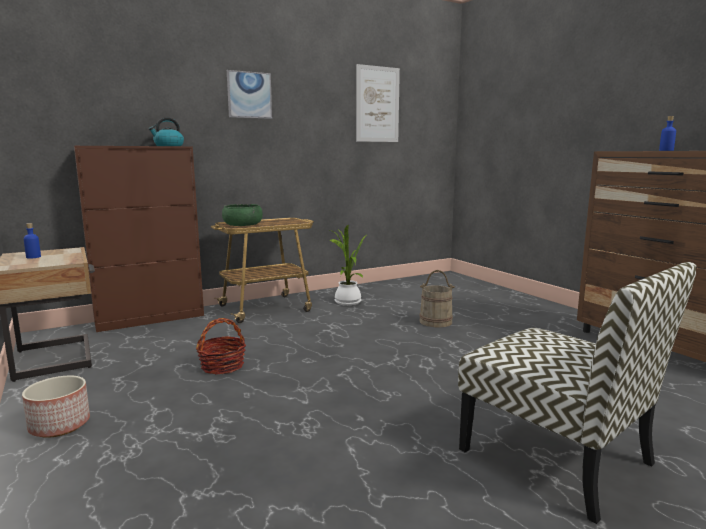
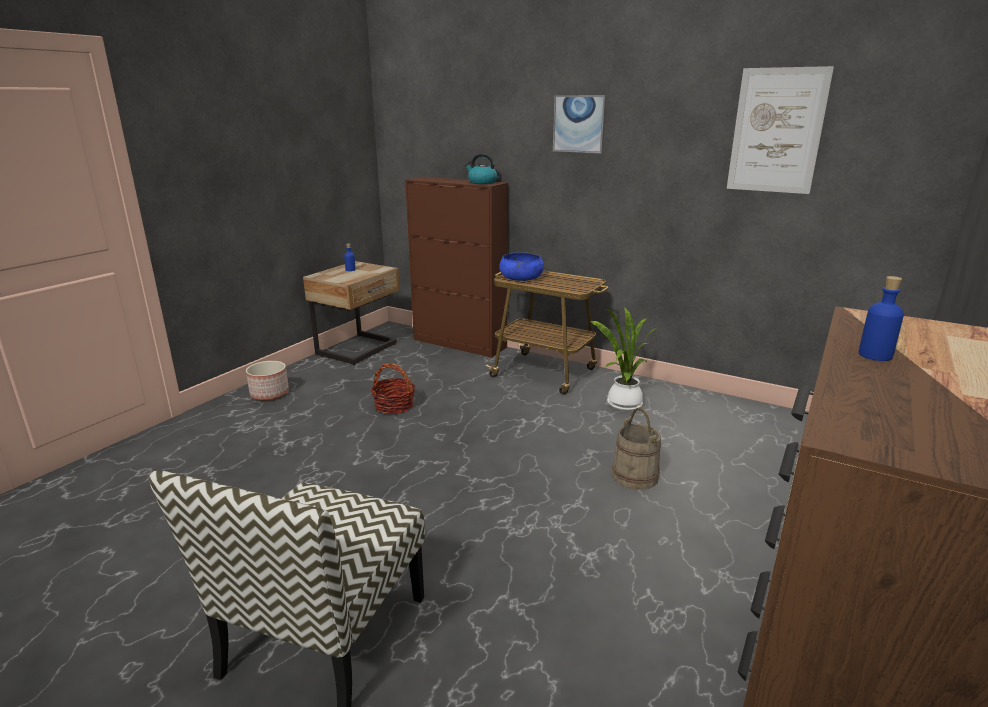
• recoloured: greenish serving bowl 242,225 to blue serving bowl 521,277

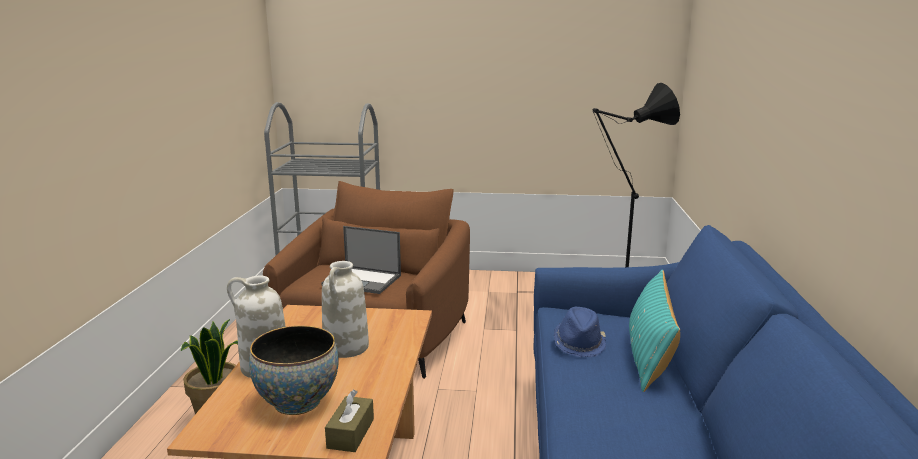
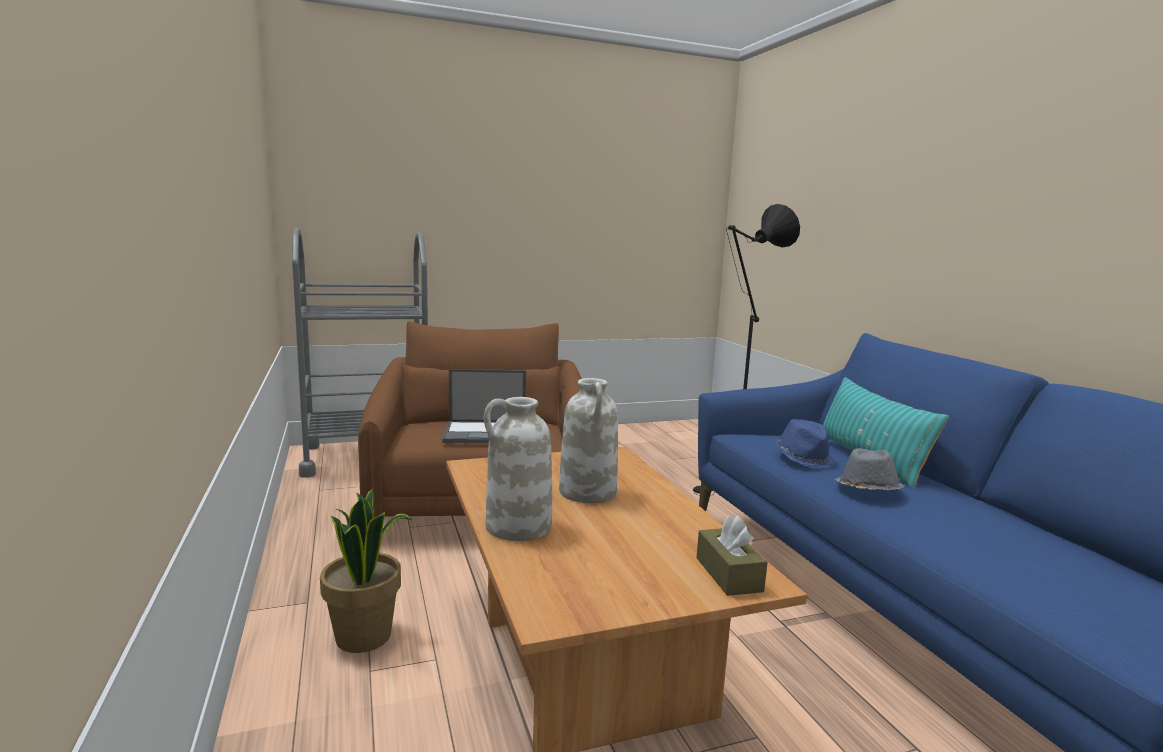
• removed: serving bowl 297,402
• added: grey clothing hat 867,490

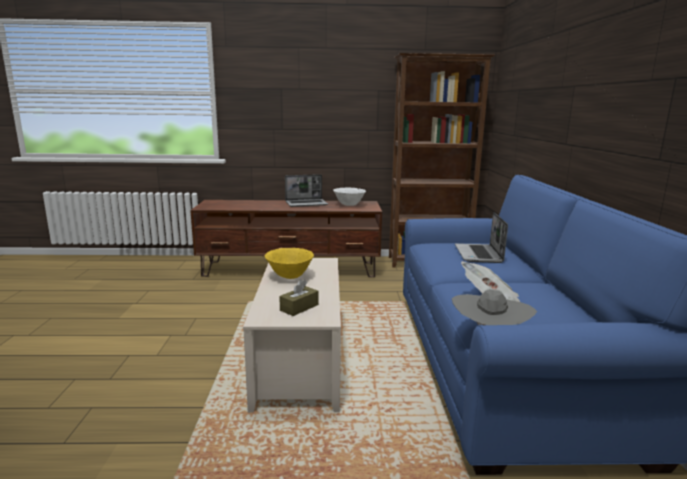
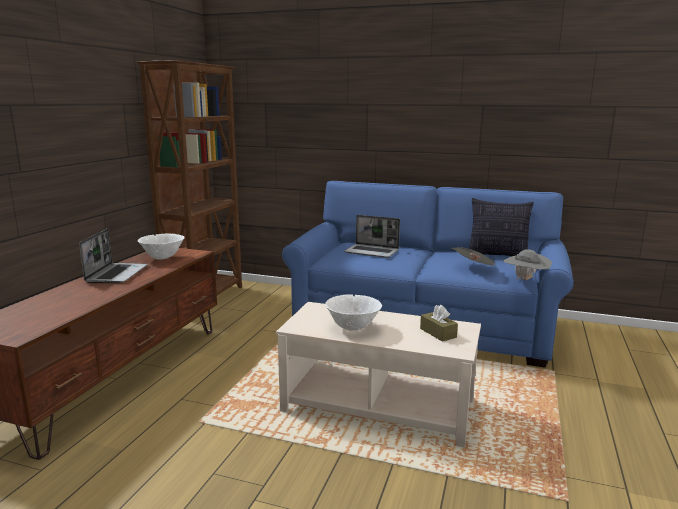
• recoloured: yellow-coloured serving bowl 289,277 to whitish serving bowl 352,328
• added: cushion 497,256

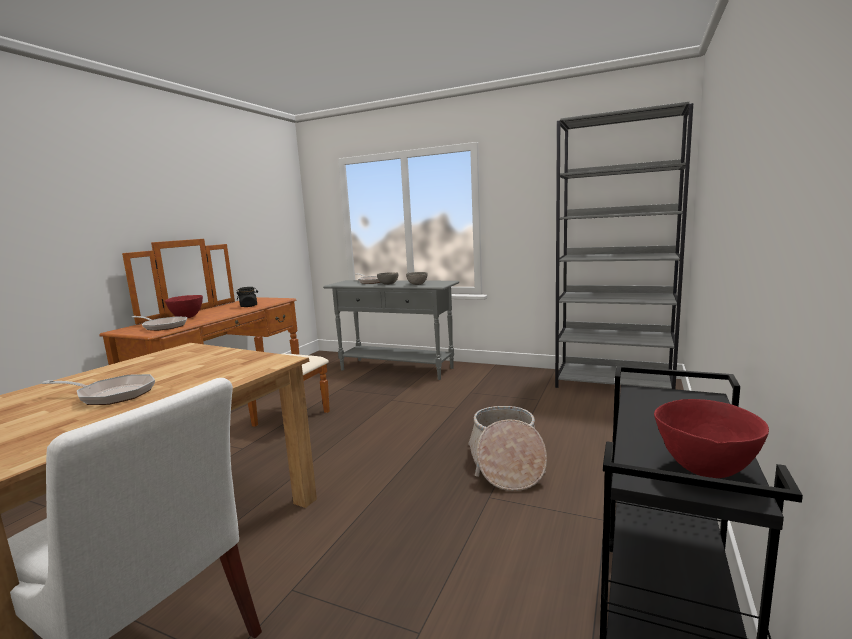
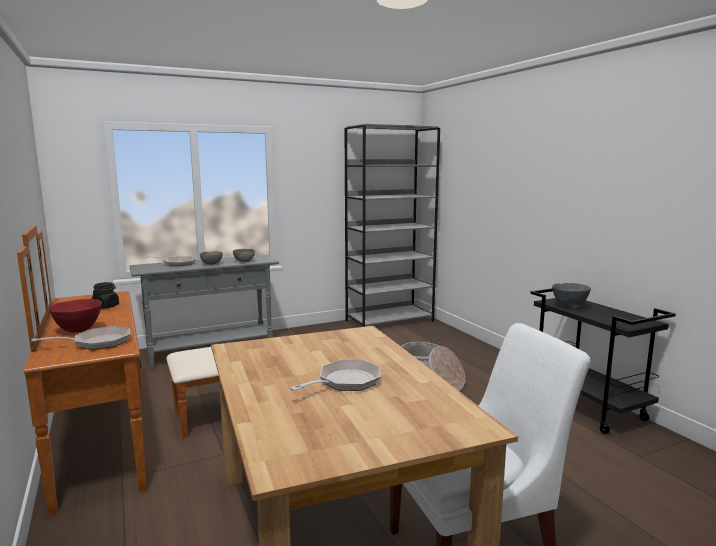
• removed: red-coloured serving bowl 706,470
• added: grey serving bowl 569,307

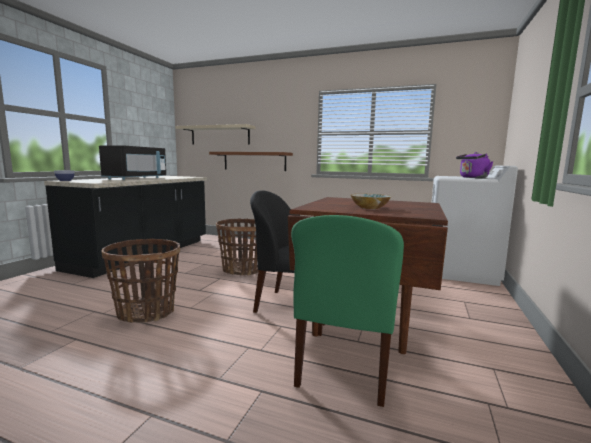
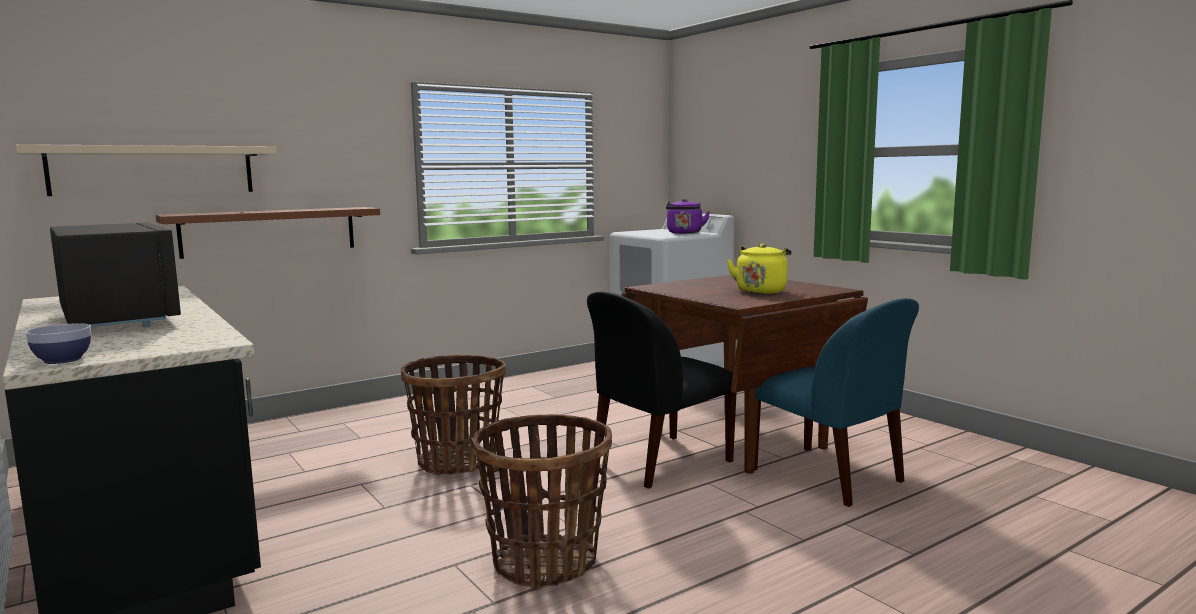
• replaced: serving bowl 370,208 to yellow-coloured water kettle 761,291
• recoloured: greenish plain chair 344,366 to blue plain chair 828,477

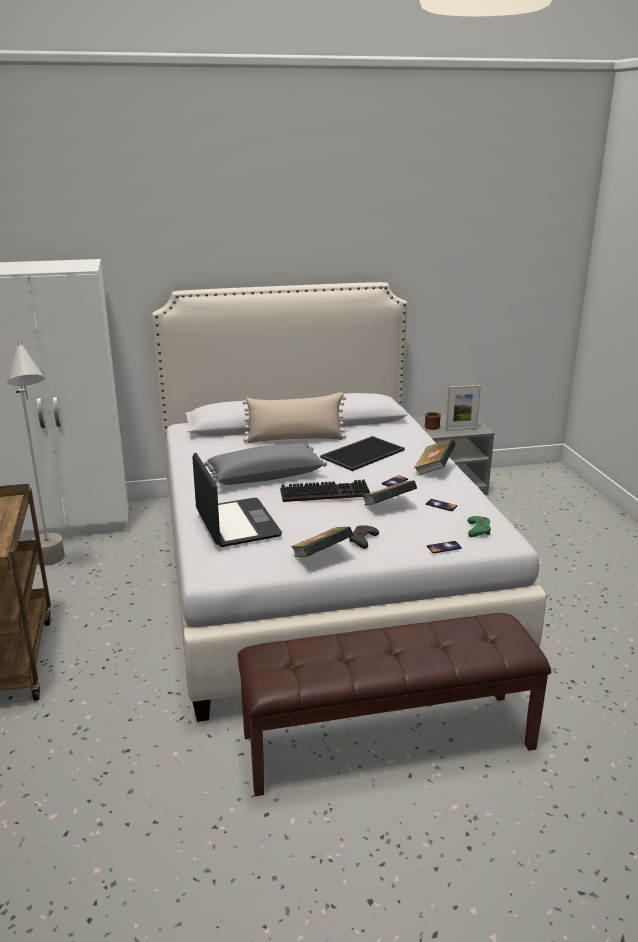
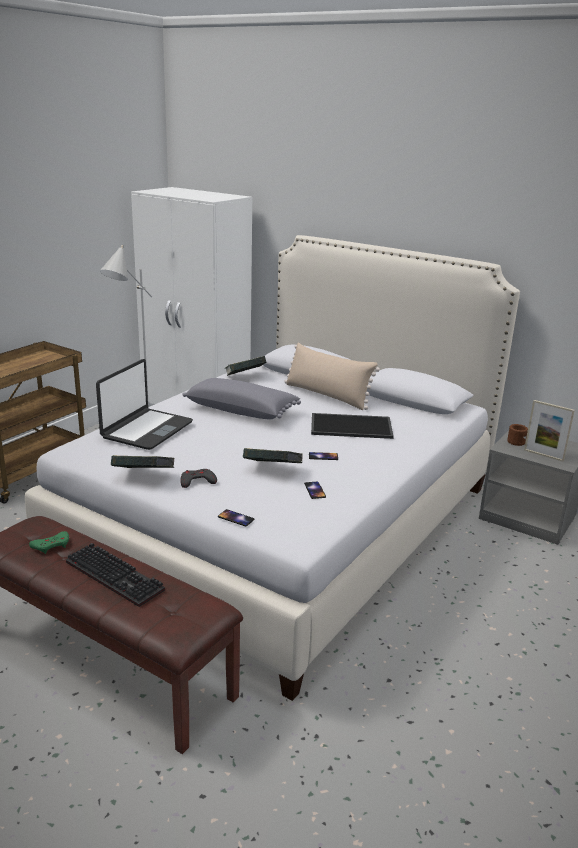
• moved: book 434,470 to 245,377
• moved: keyboard 326,492 to 117,576
• moved: greenish game controller 478,529 to 51,545

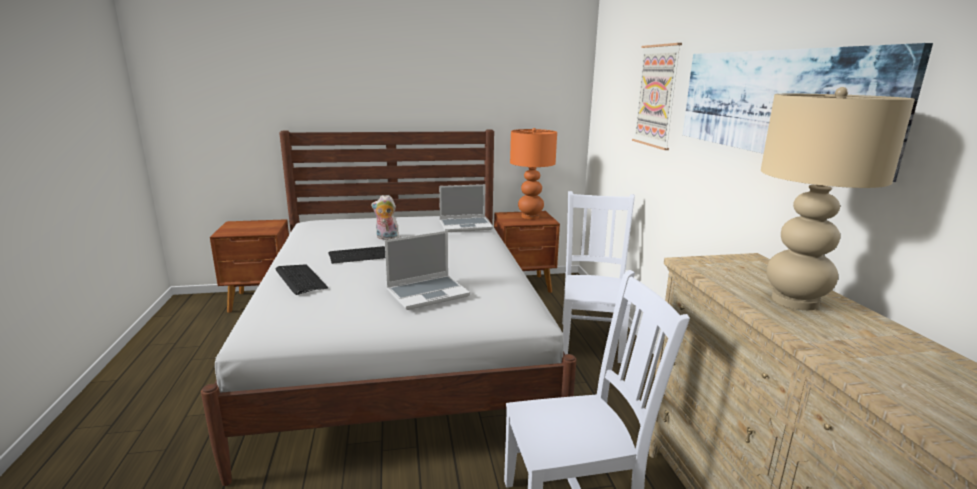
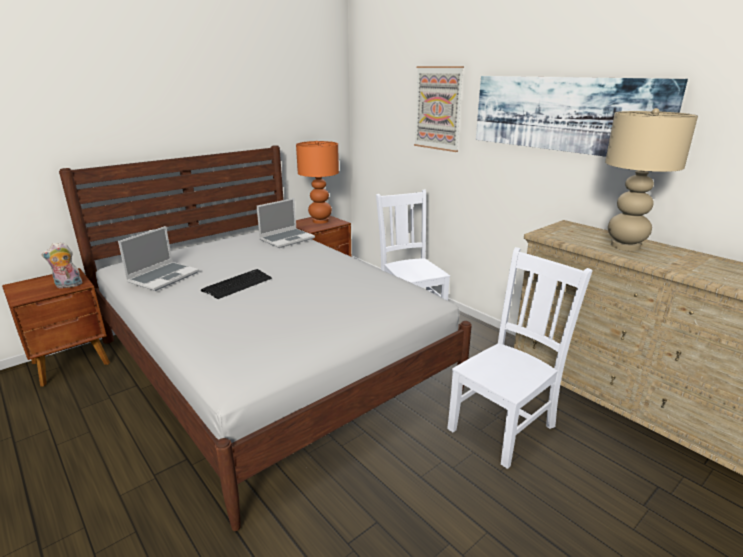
• moved: cuddly toy 386,238 to 68,286
• moved: portable computer 428,293 to 163,277
• removed: keyboard 300,279

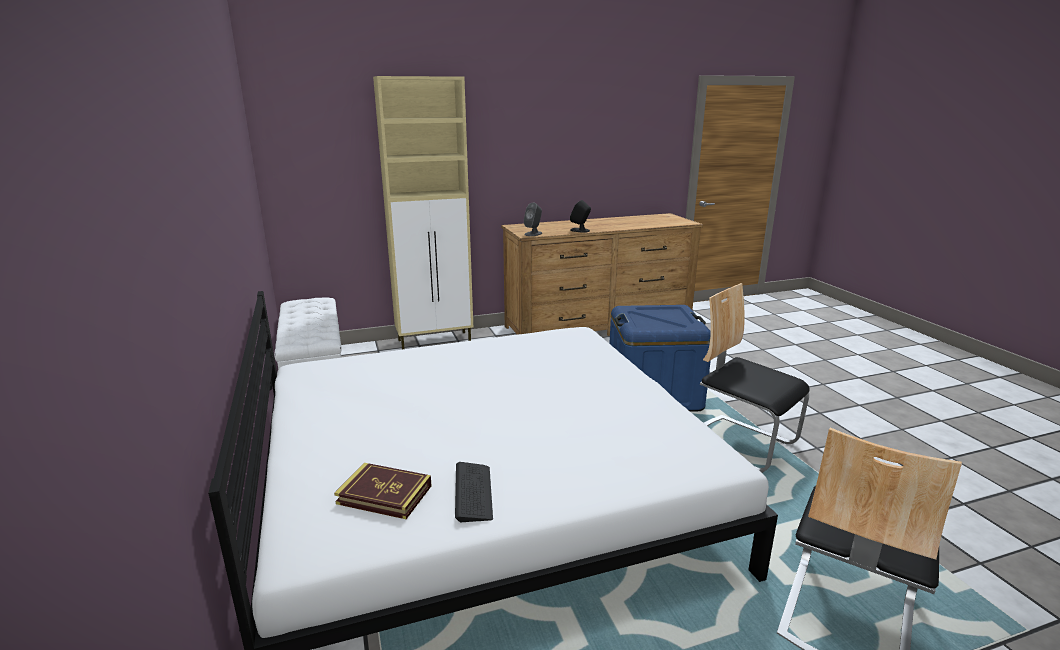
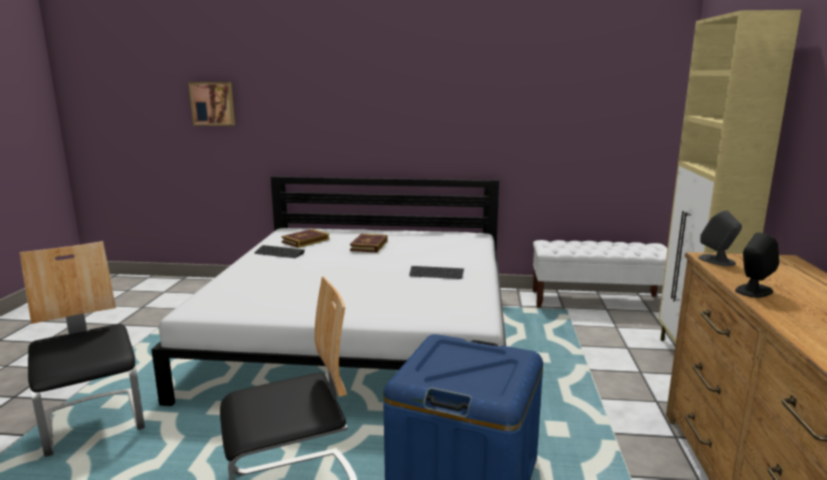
• added: wall picture 213,103
• added: book 369,245
• added: keyboard 436,274

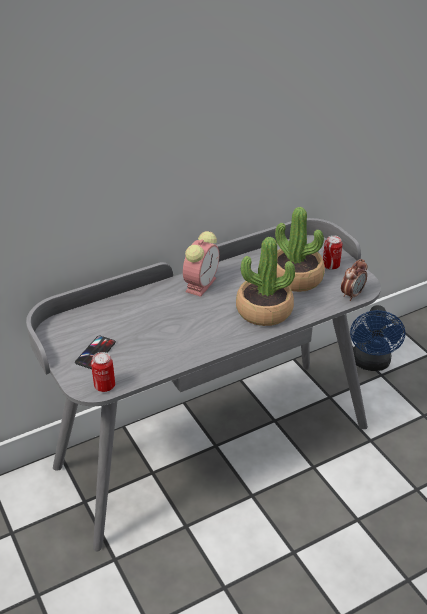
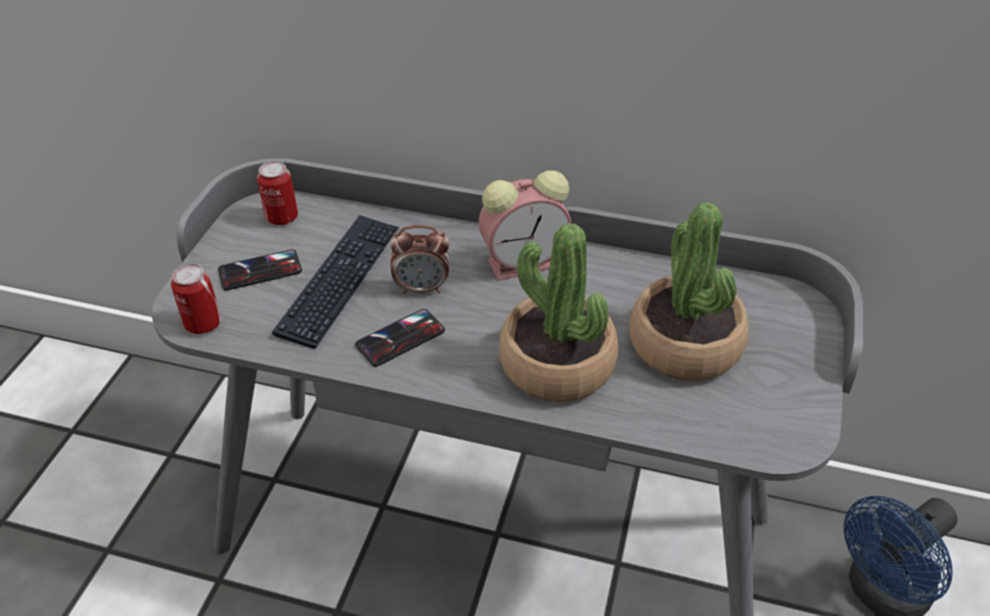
• moved: sealed can 330,265 to 282,217
• moved: bedside clock 352,295 to 422,288
• added: keyboard 340,280
• added: phone 400,338

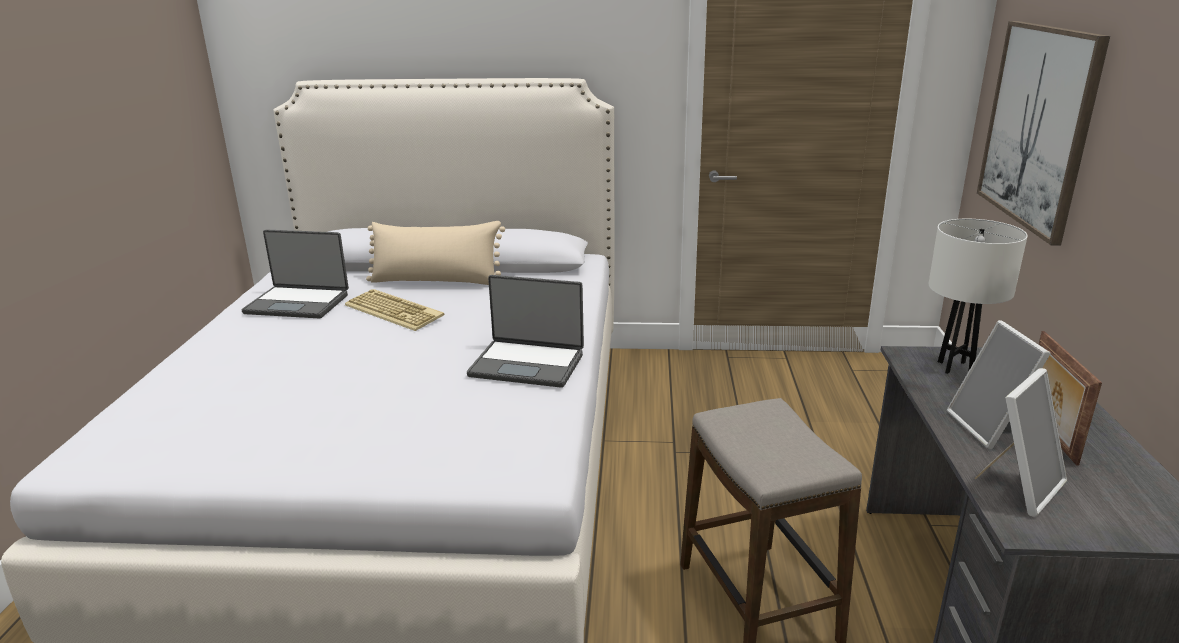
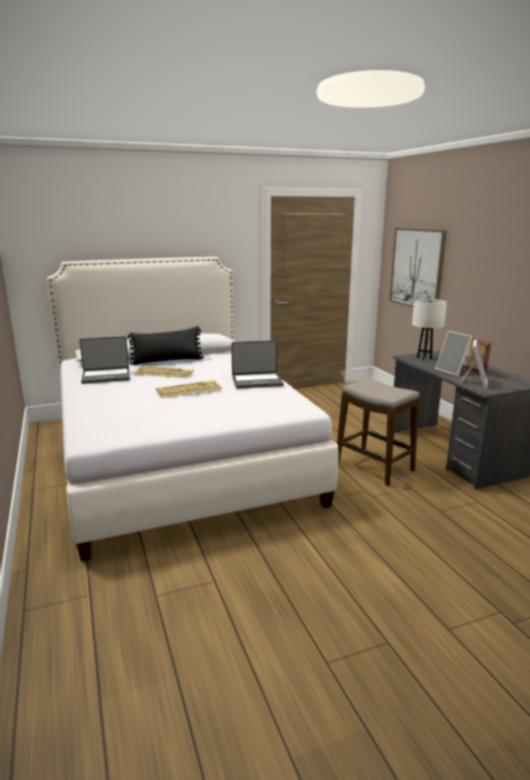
• recoloured: beige-coloured cushion 436,281 to blackish cushion 167,361
• added: keyboard 189,389

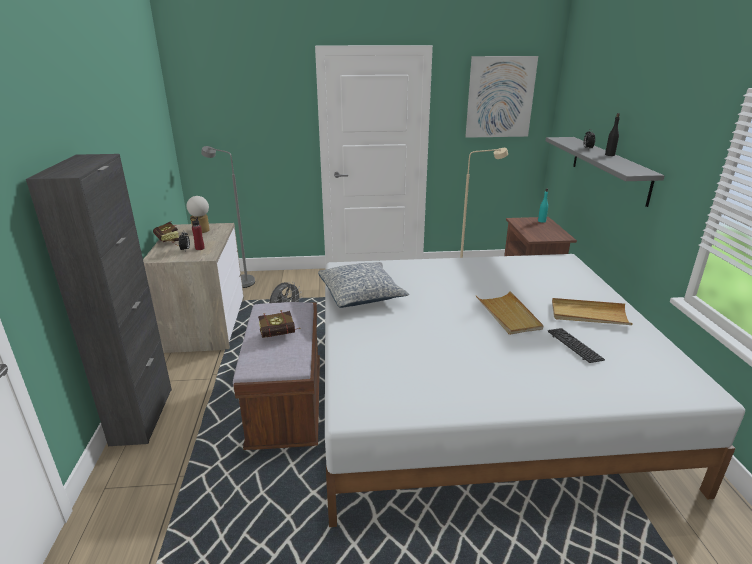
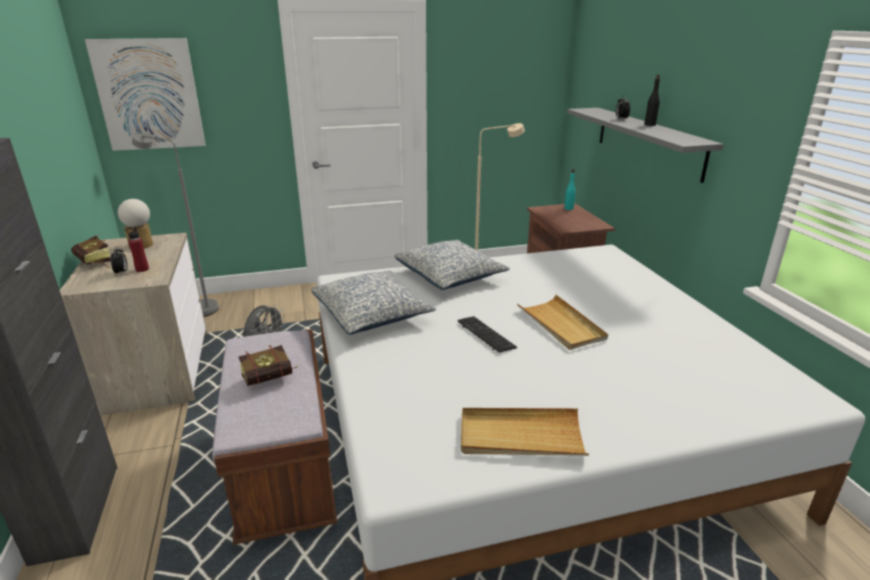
• moved: wall picture 500,97 to 149,95
• moved: beige-coloured tray 589,314 to 520,436
• moved: keyboard 574,346 to 486,335
• added: cushion 450,276

